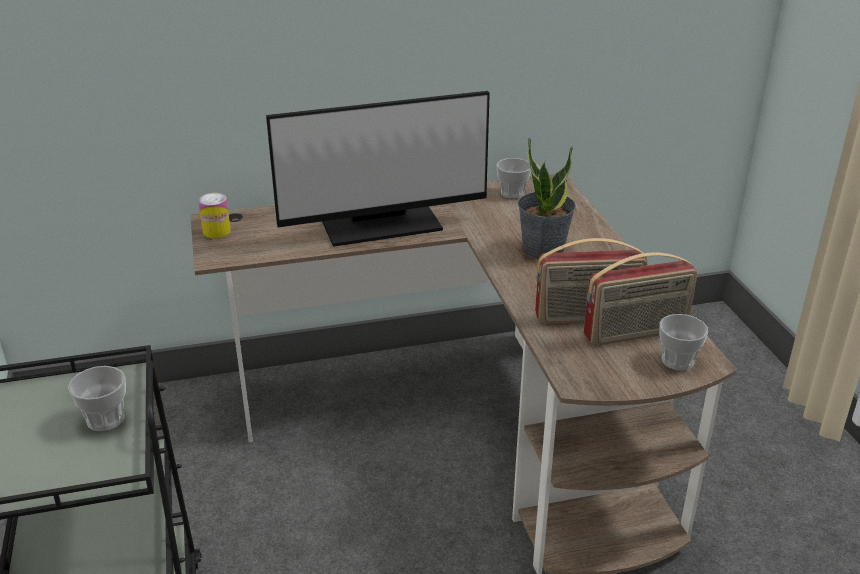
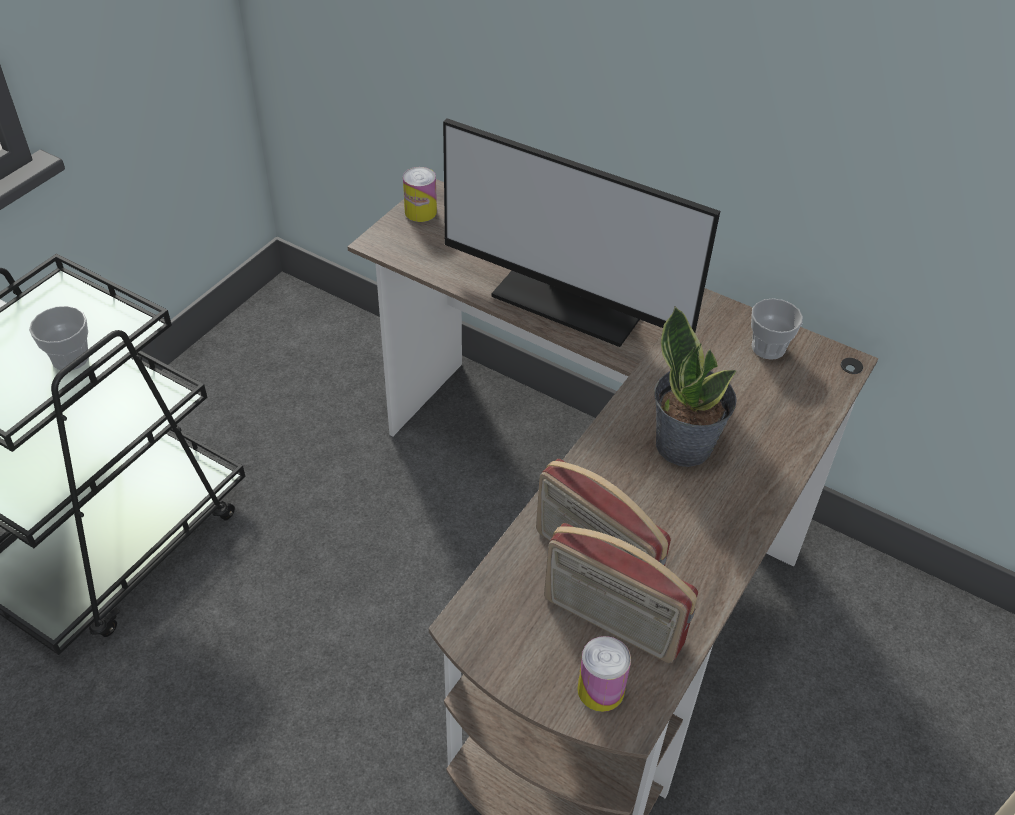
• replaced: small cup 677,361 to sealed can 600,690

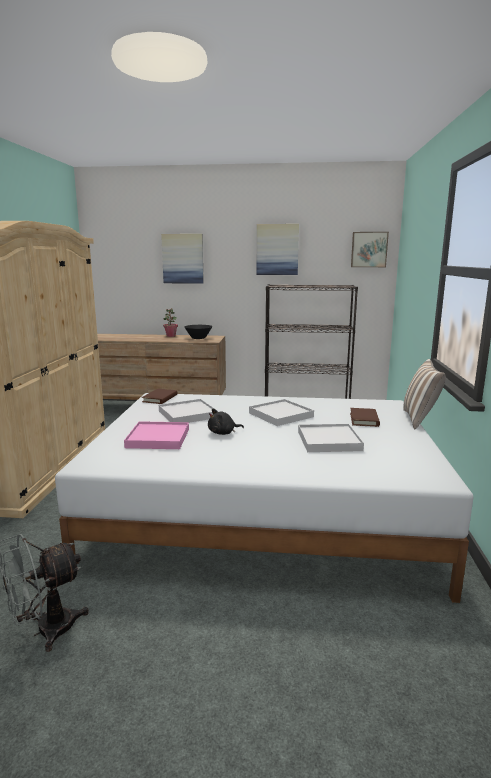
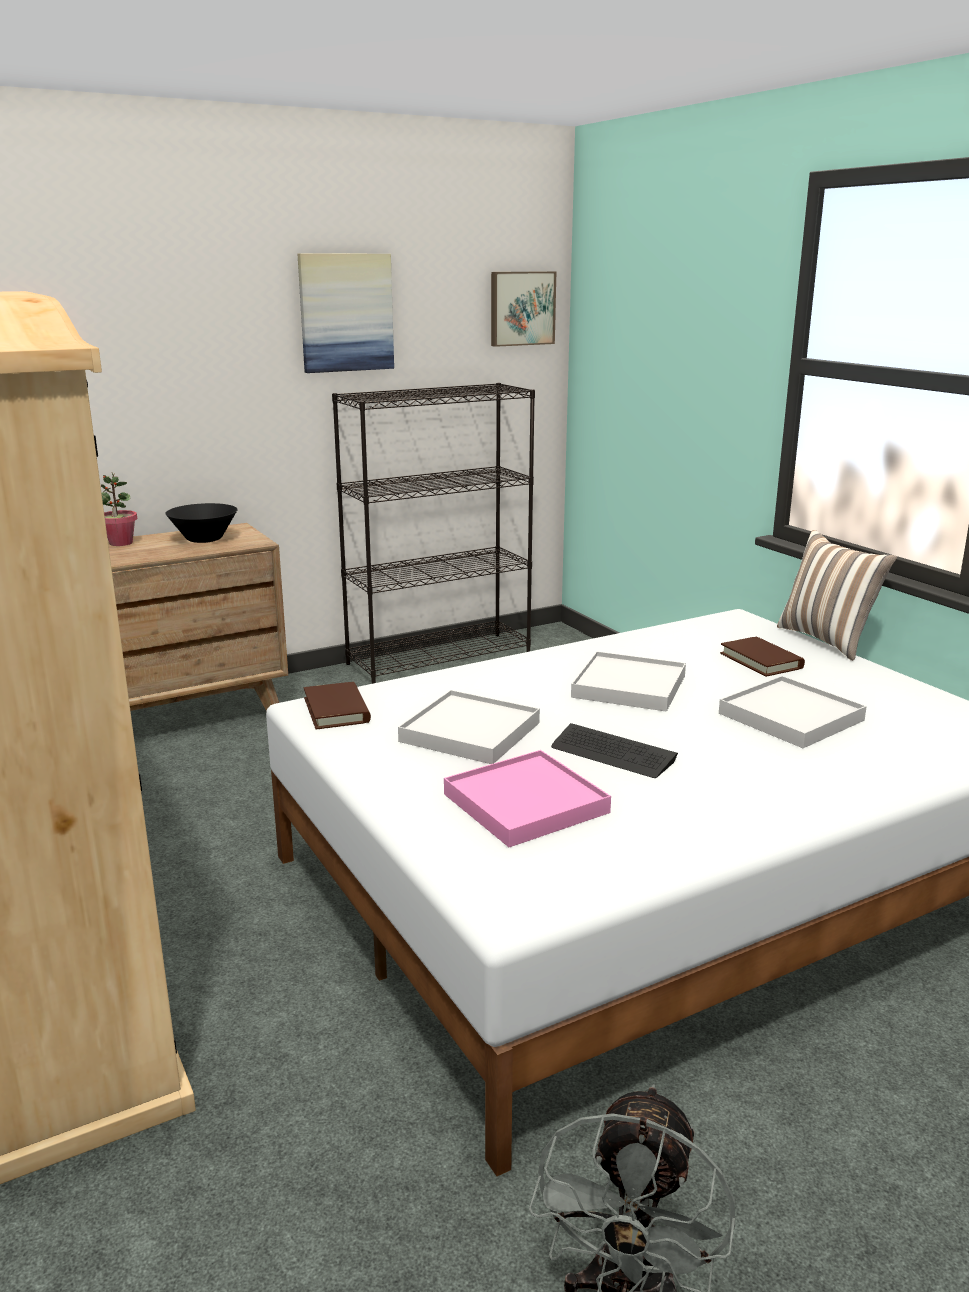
• removed: wall picture 183,258
• replaced: blackish cuddly toy 223,433 to keyboard 612,753

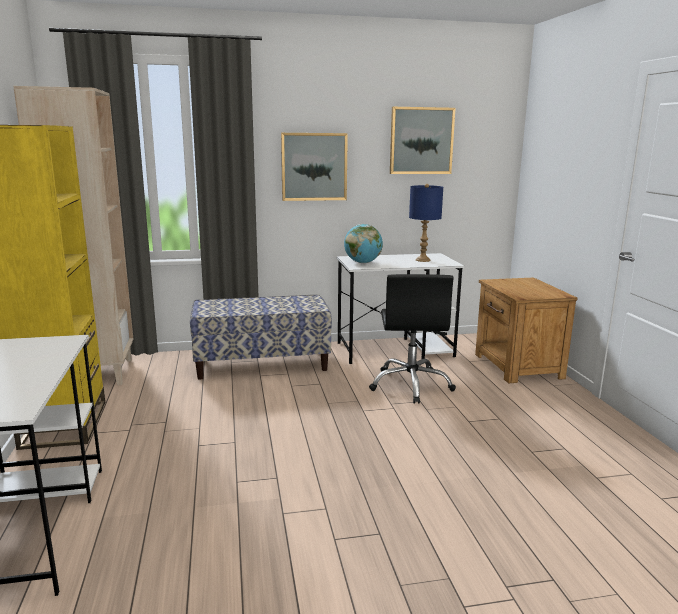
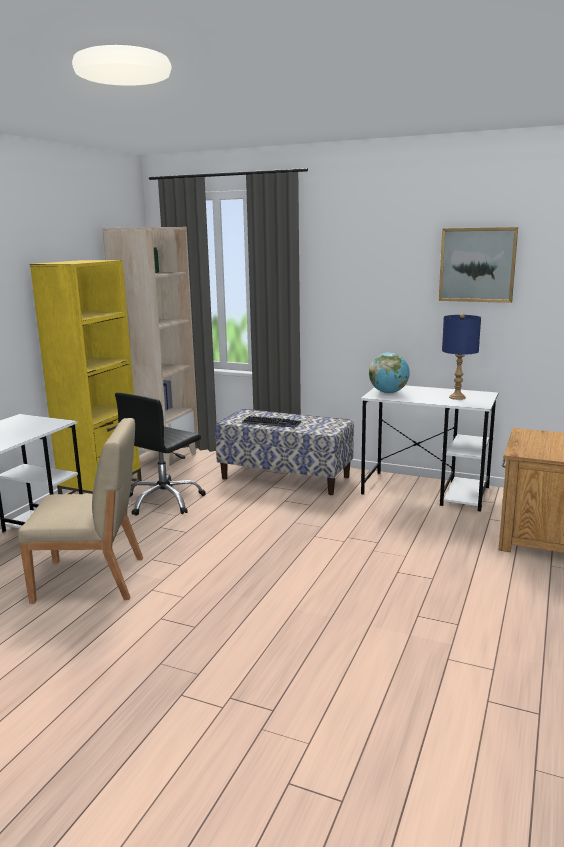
• removed: wall picture 314,166
• moved: blackish computer chair 411,385 to 164,501
• added: keyboard 271,423
• added: beige-coloured plain chair 91,579

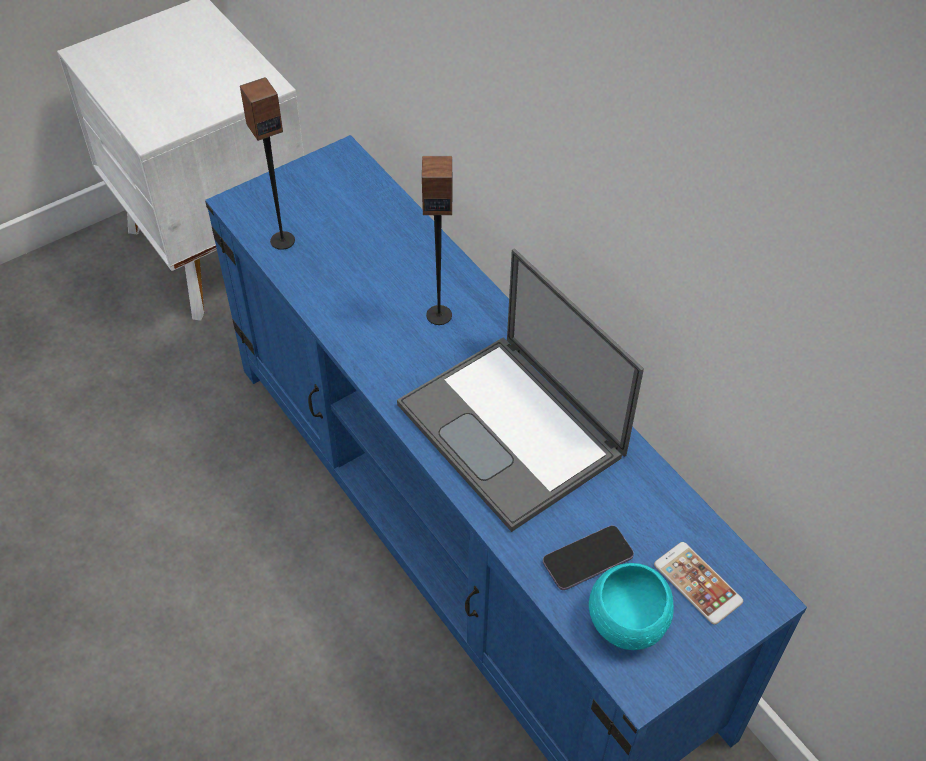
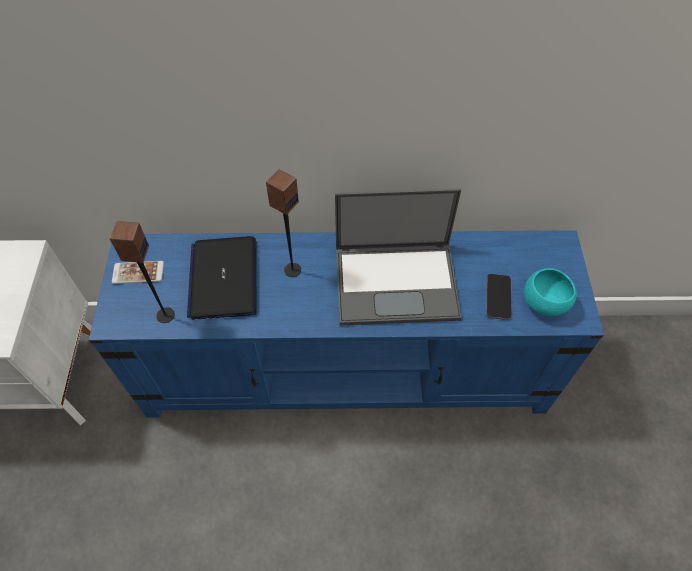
• moved: phone 697,583 to 138,272
• added: portable computer 223,278

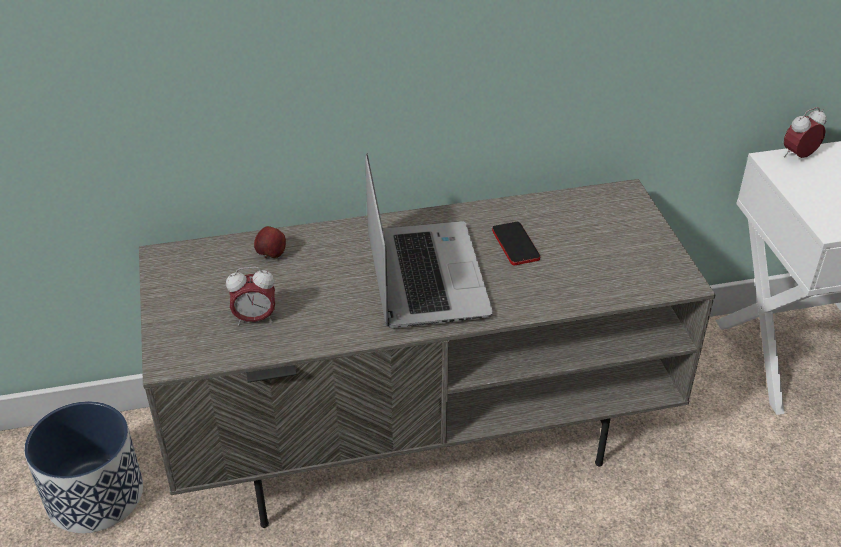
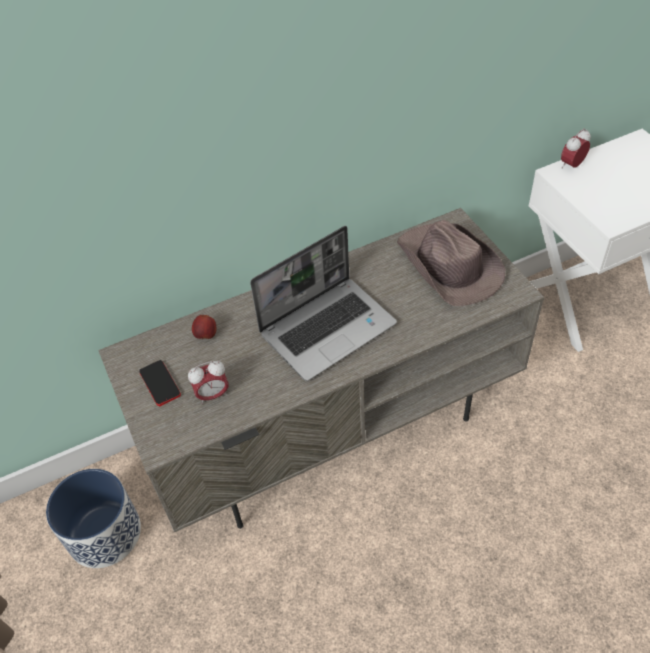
• turned: portable computer 424,275 = 328,328 75 degrees clockwise
• moved: phone 515,244 to 160,383
• added: brown-coloured clothing hat 448,266

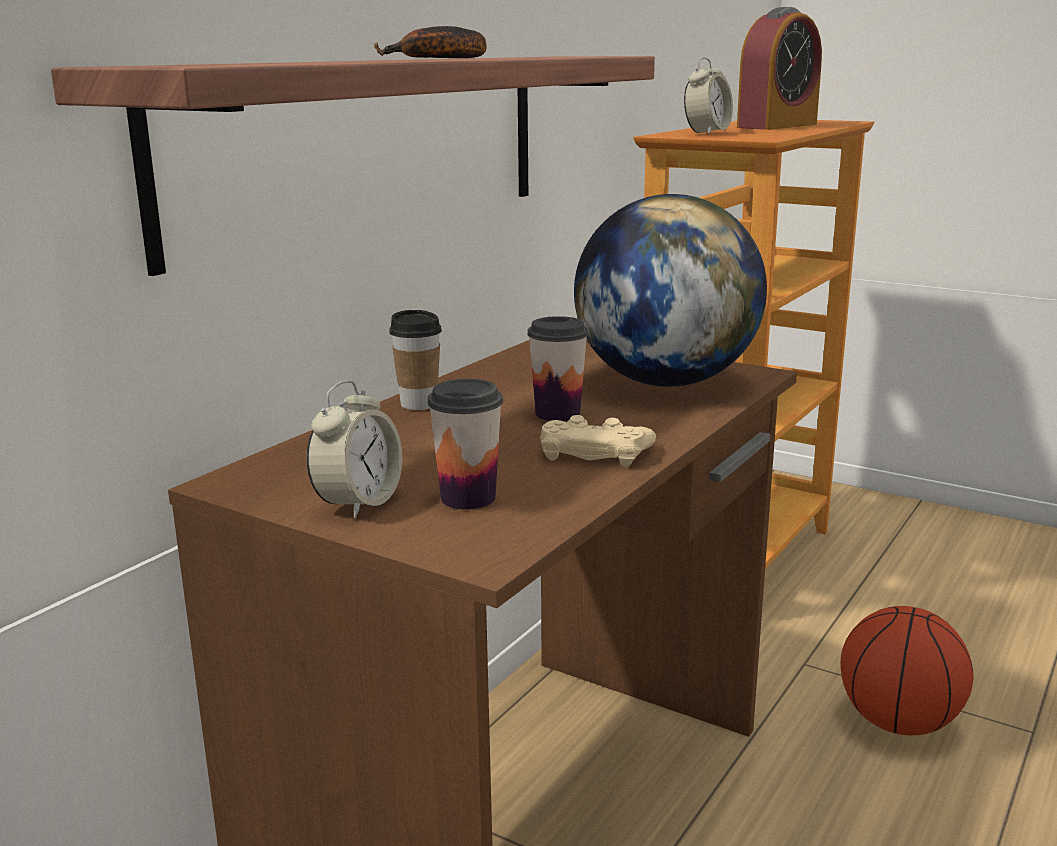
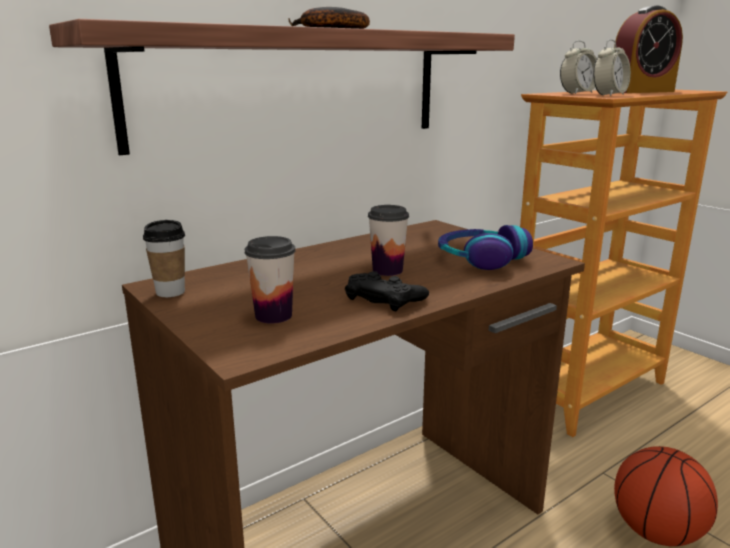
• replaced: globe 665,382 to headset 481,259
• moved: small cup 419,404 to 170,292
• moved: bedside clock 358,503 to 609,95
• recoloured: beige-coloured game controller 594,452 to blackish game controller 384,298

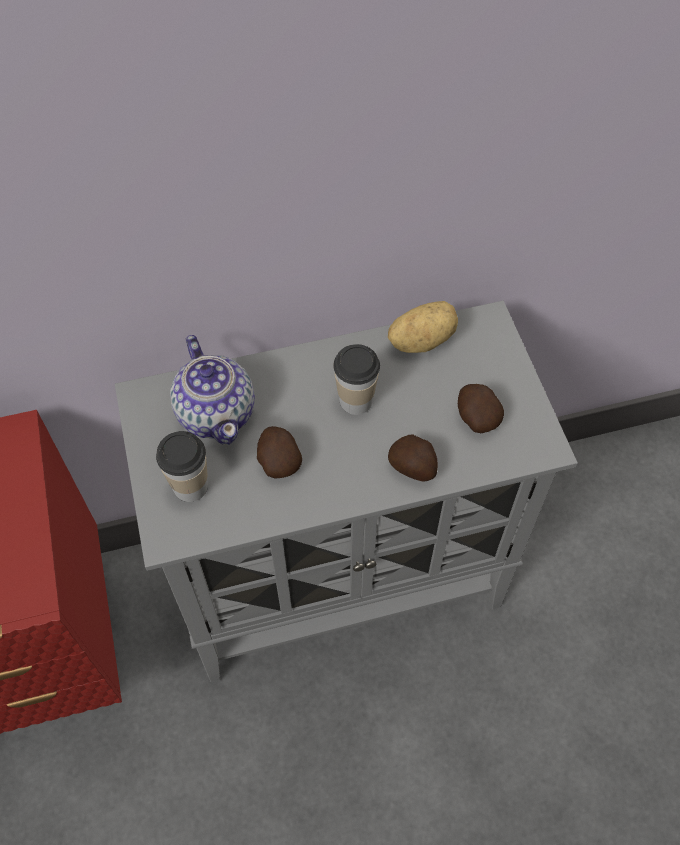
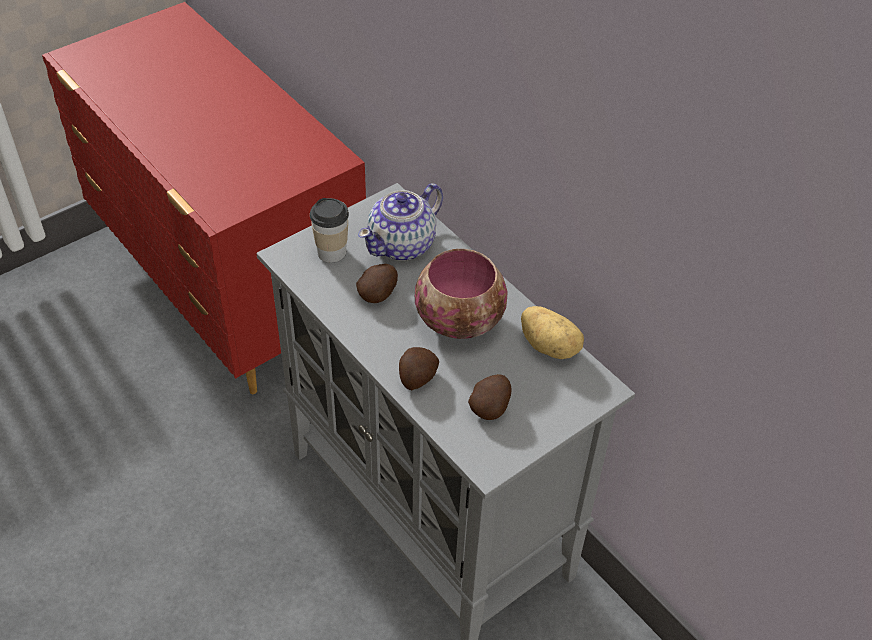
• replaced: small cup 355,400 to serving bowl 461,322

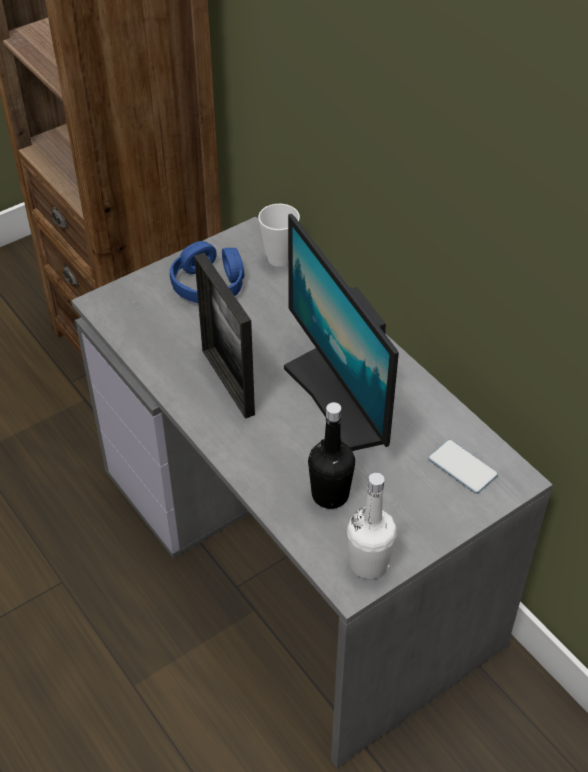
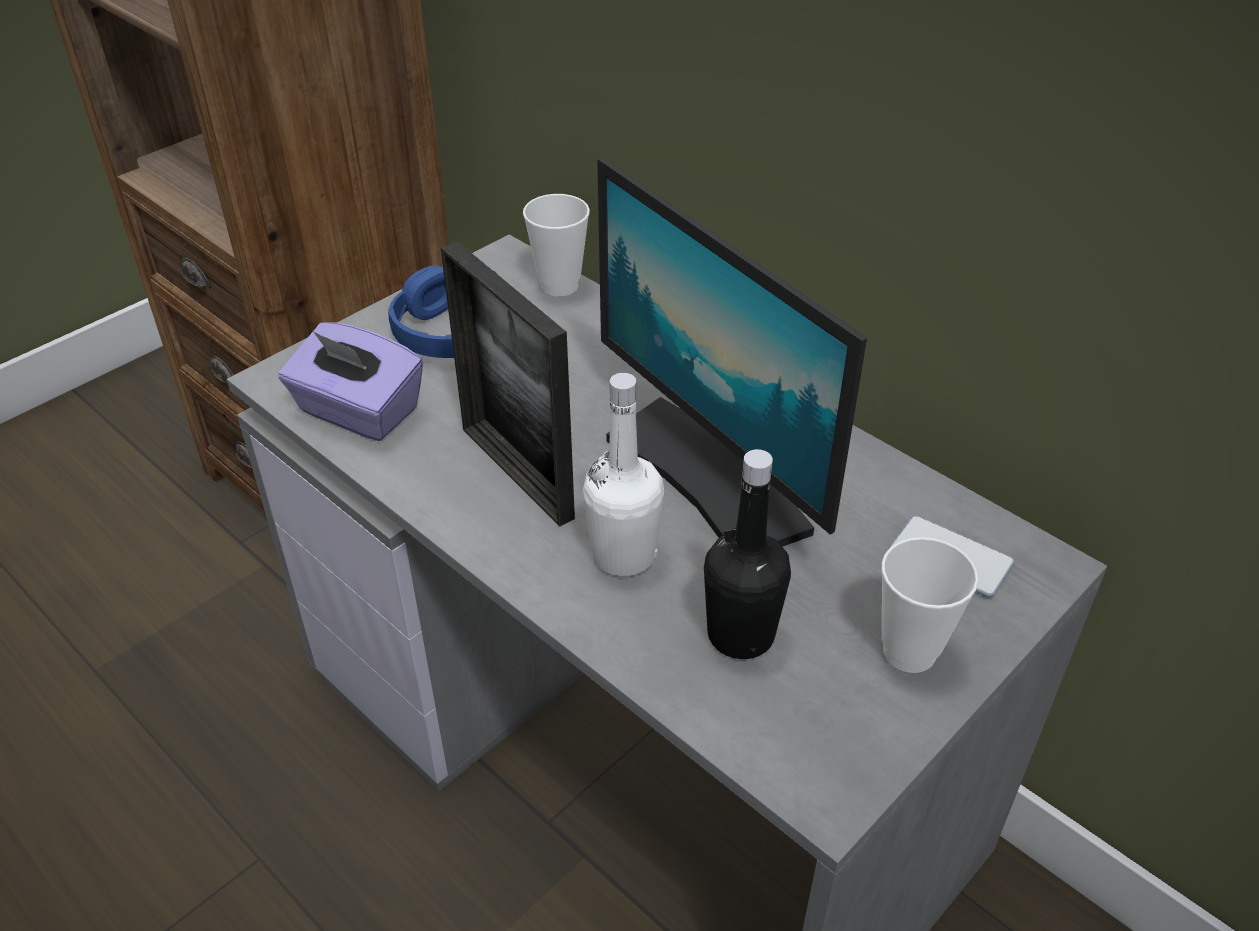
• moved: whitish drink bottle 368,563 to 623,555
• added: purple-coloured tissue box 358,412
• added: small cup 909,652

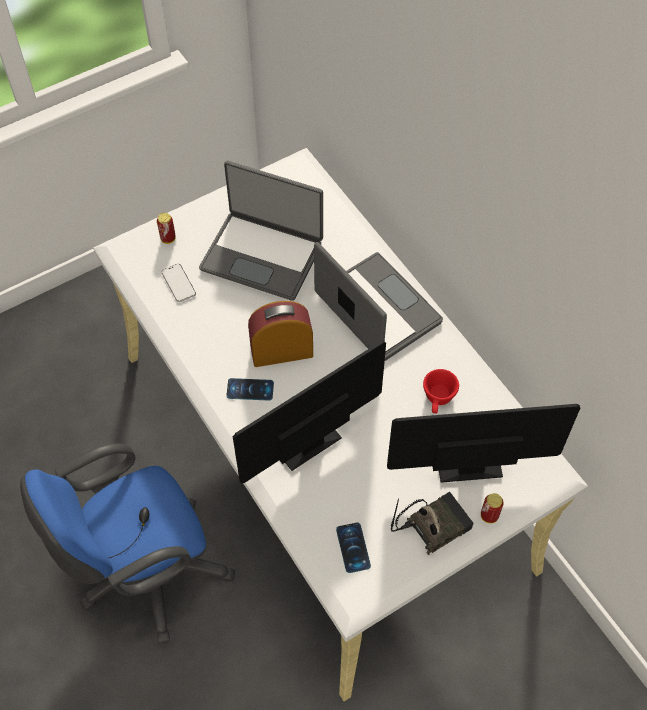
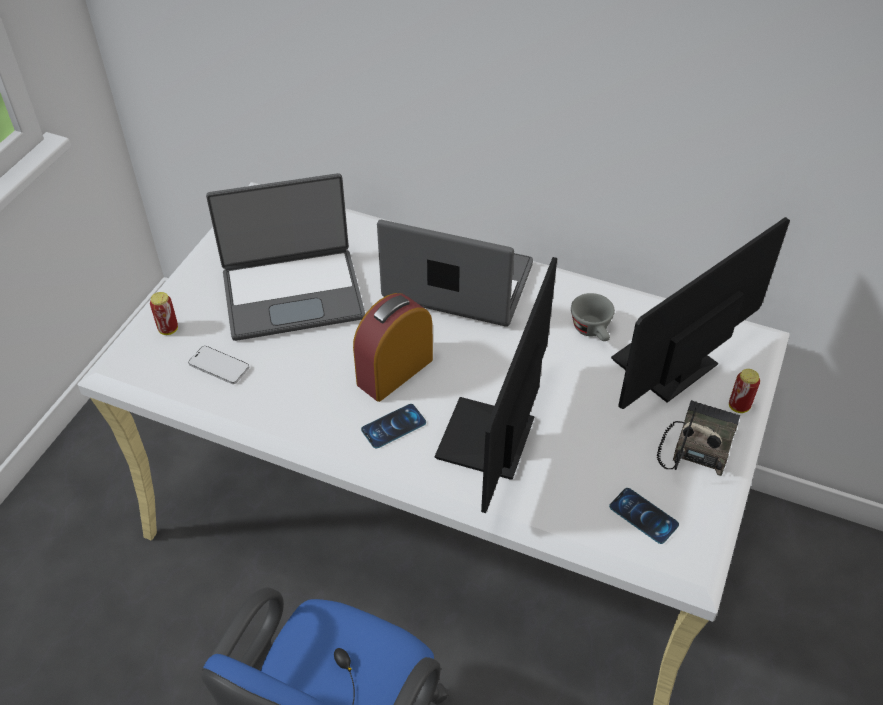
• recoloured: red-coloured small cup 438,400 to grey small cup 593,331

